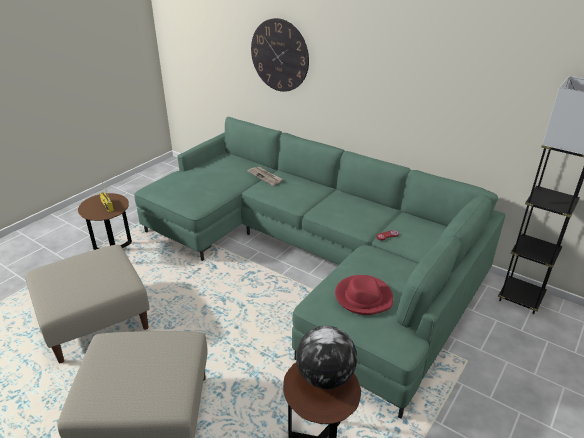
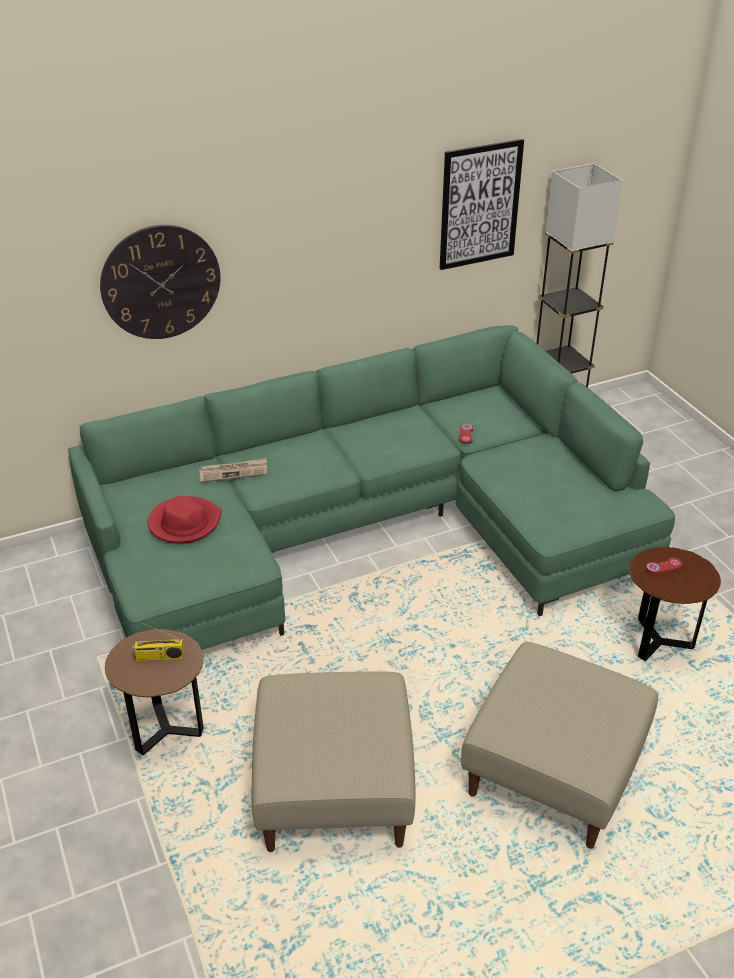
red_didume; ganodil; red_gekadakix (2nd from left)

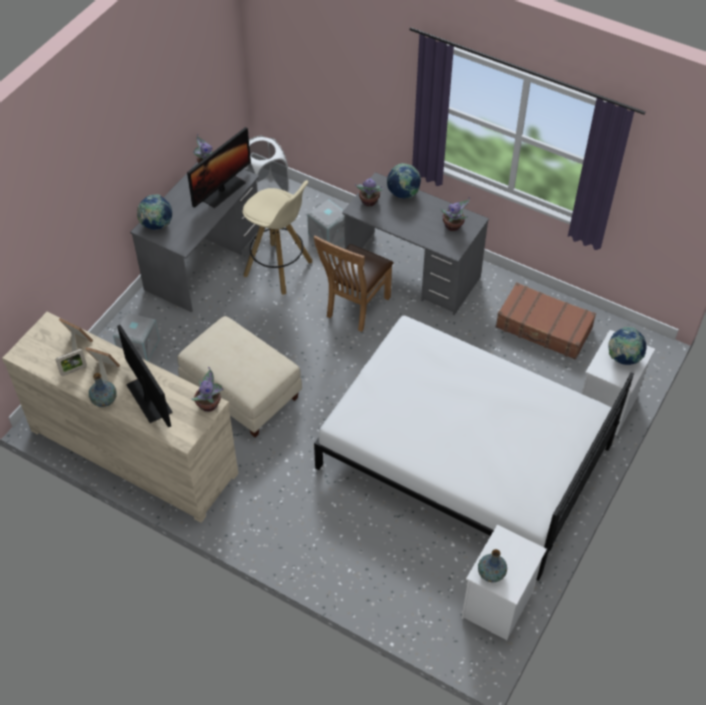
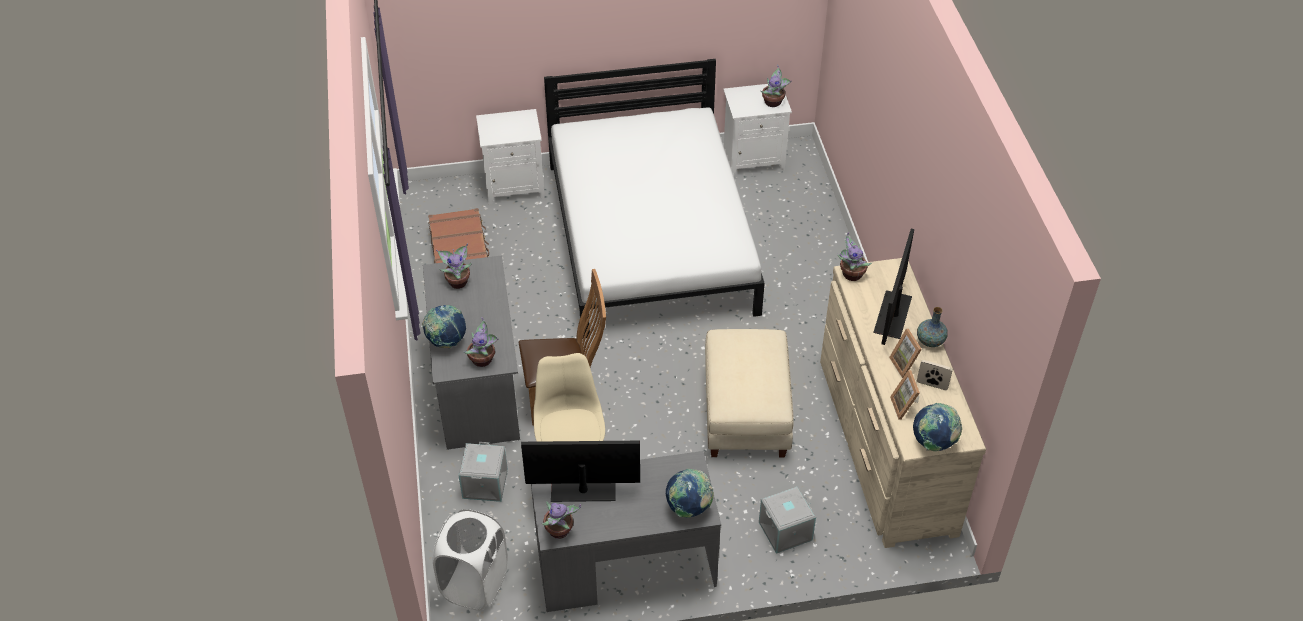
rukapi (4th from left); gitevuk (3rd from left)

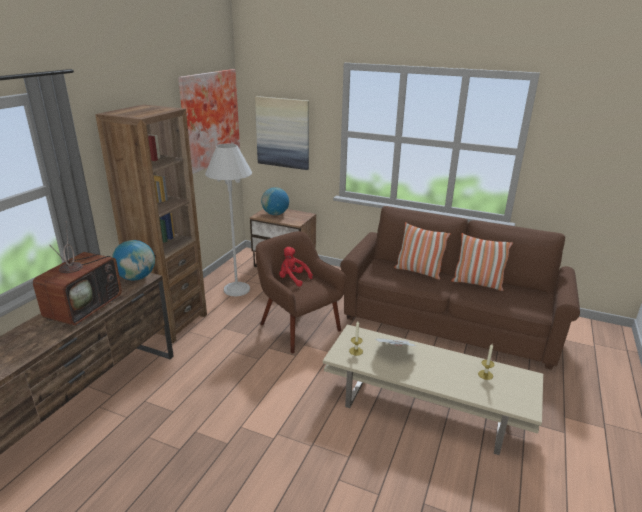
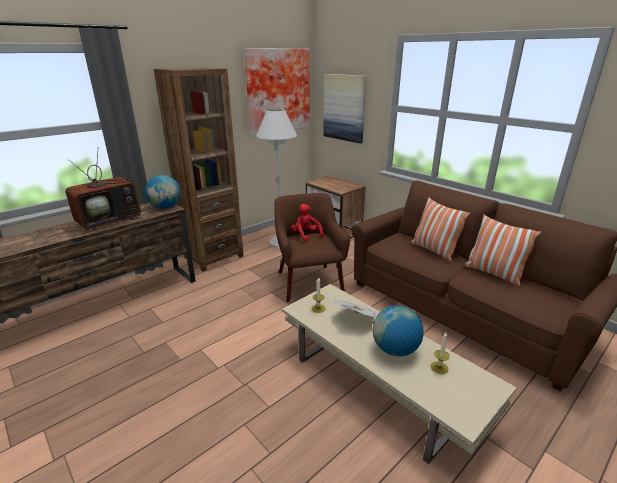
gitevuk (2nd from left)

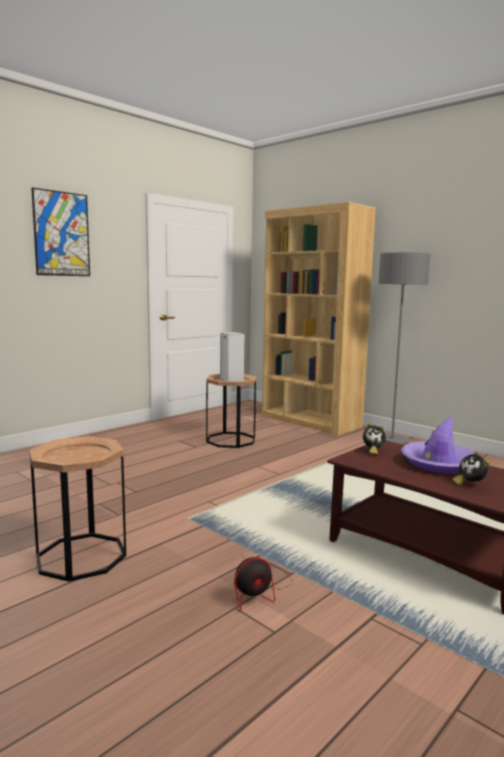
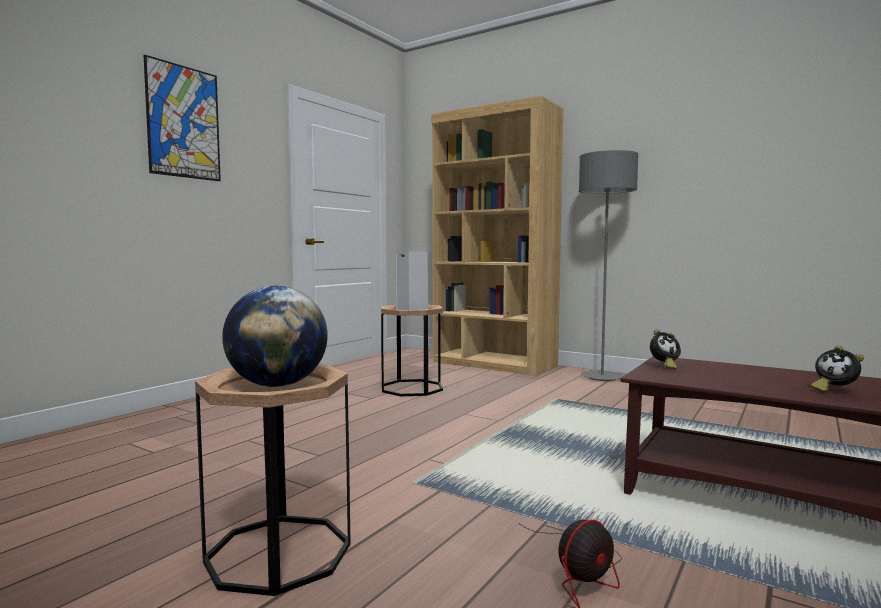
gitevuk; purple_didume

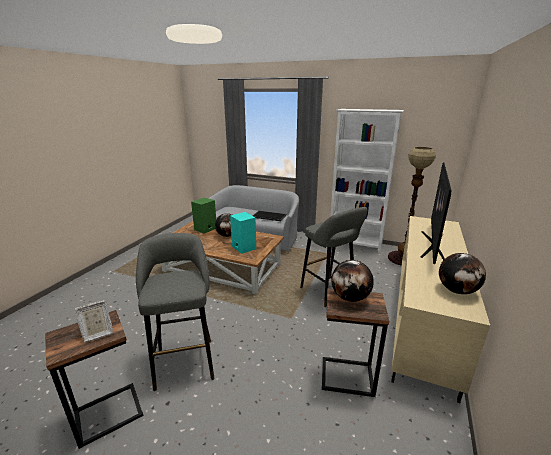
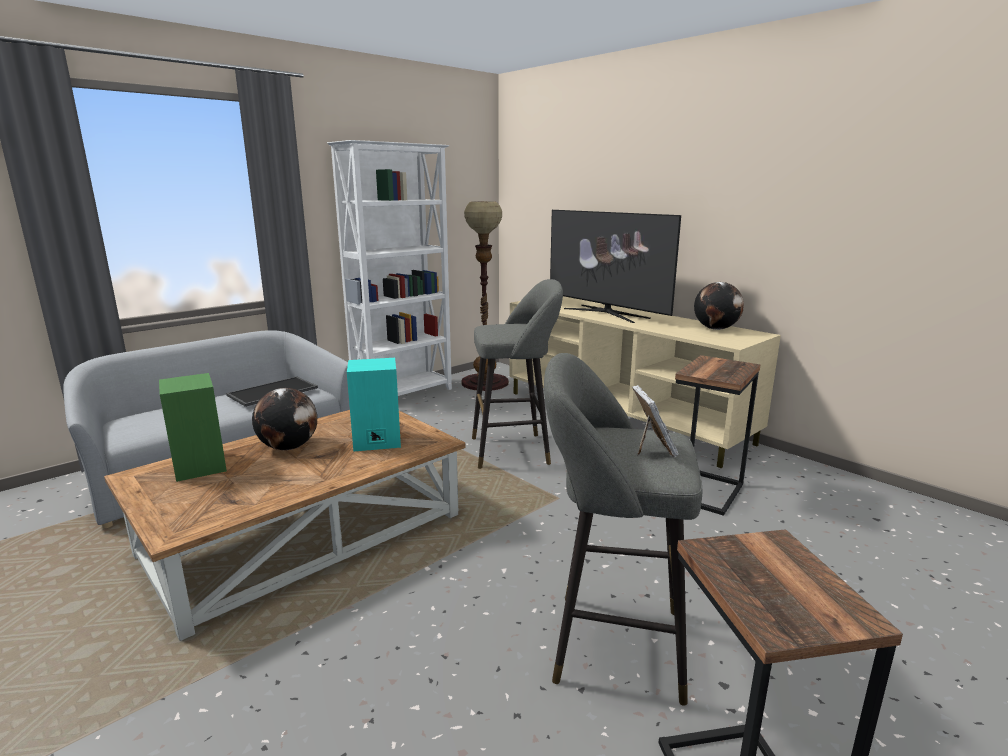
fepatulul; gitevuk (2nd from left in the first image)

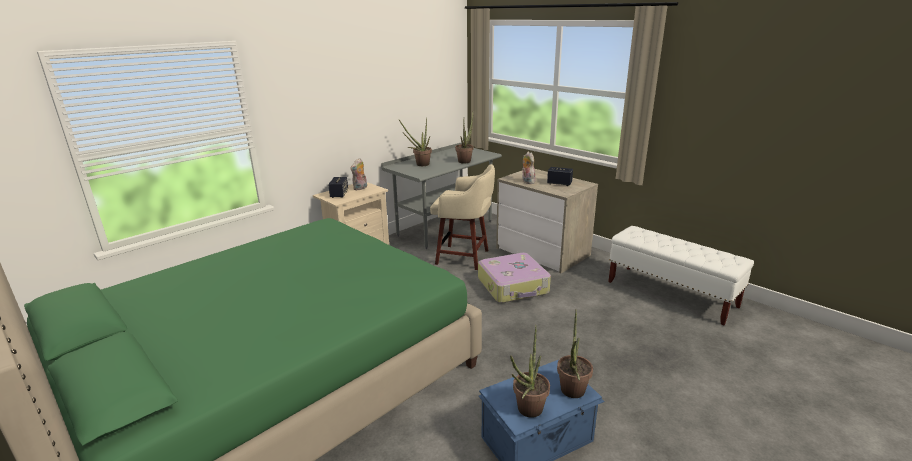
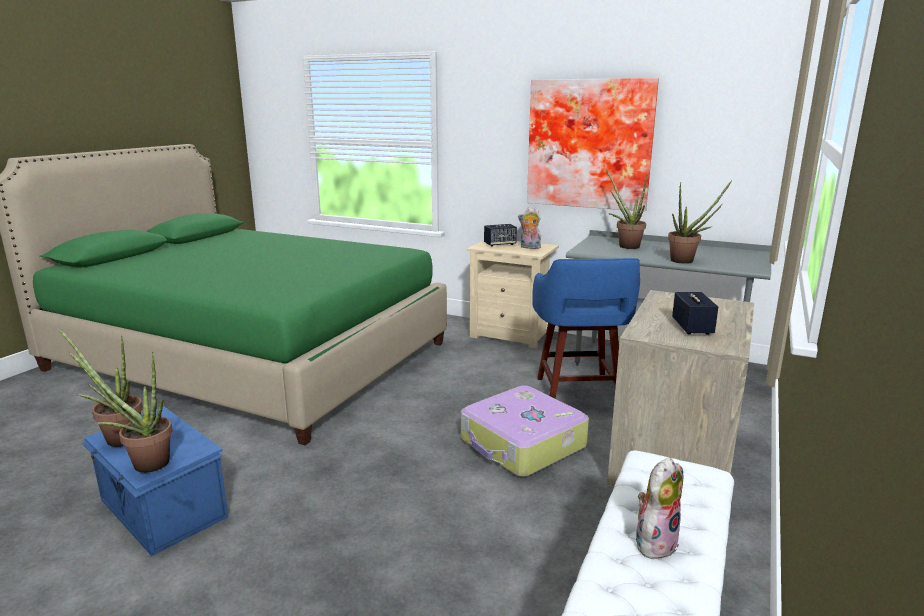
ganodil; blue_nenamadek; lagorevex (2nd from left)

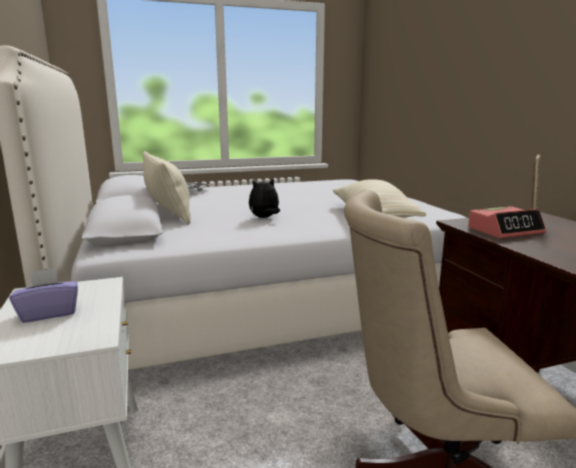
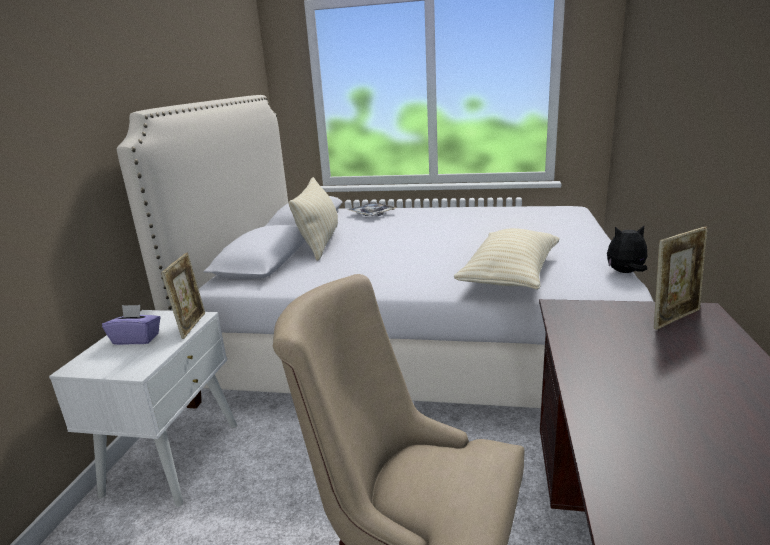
fepatulul (1st from left); lagorevex; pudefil

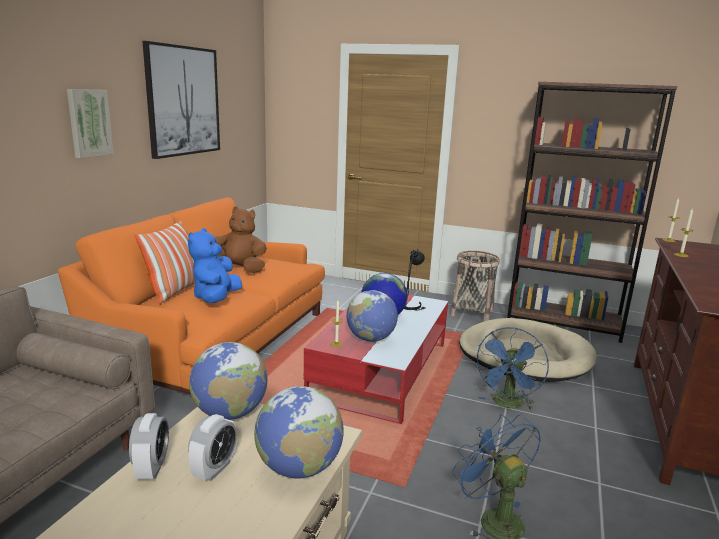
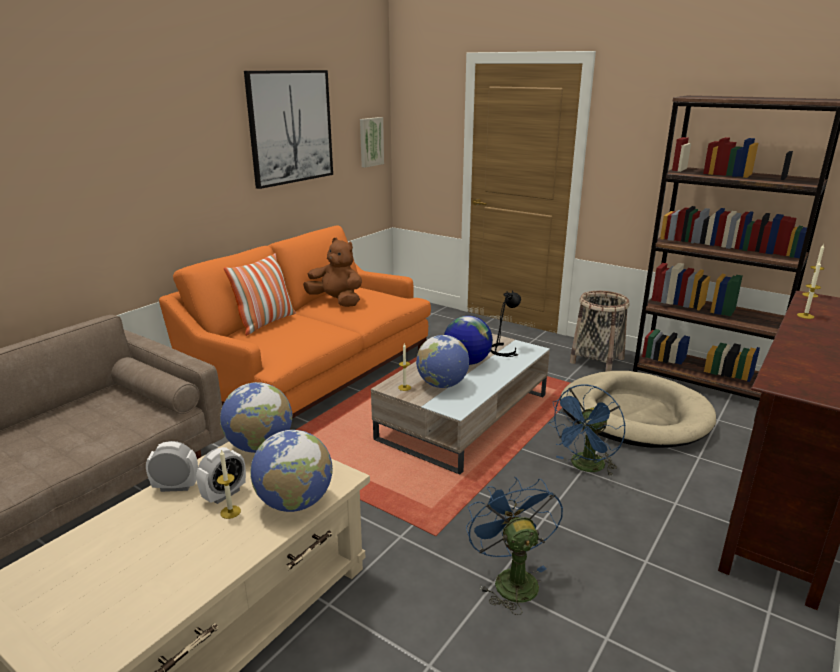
pudefil (1st from left); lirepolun (1st from left); ganodil (2nd from left); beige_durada (2nd from left); blue_lagorevex

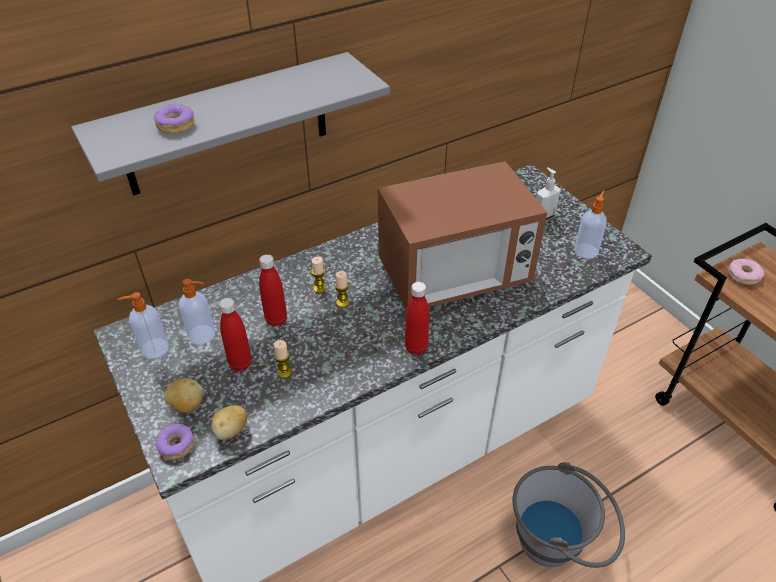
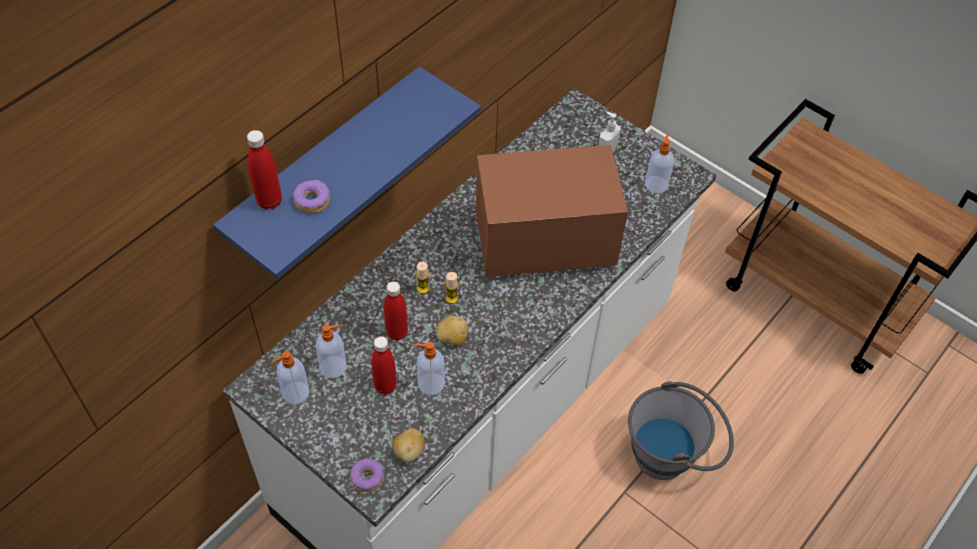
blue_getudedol; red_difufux (1st from left); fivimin (3rd from left); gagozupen (2nd from left); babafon; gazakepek (3rd from left in the first image)

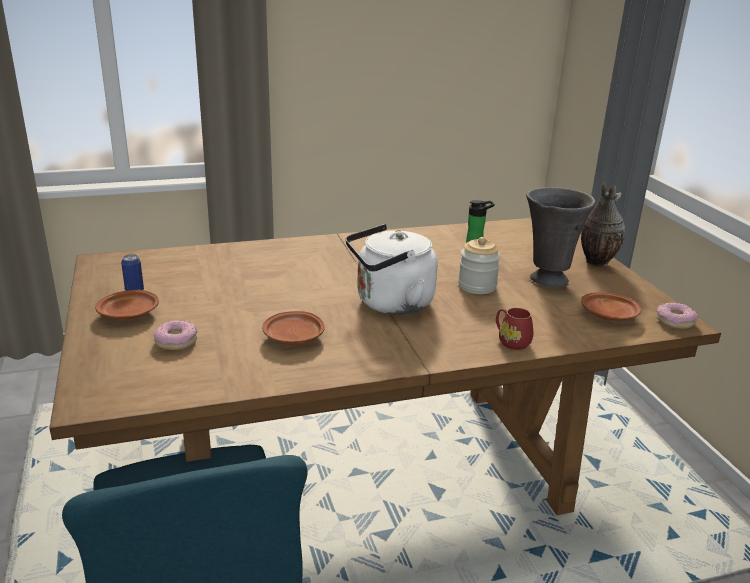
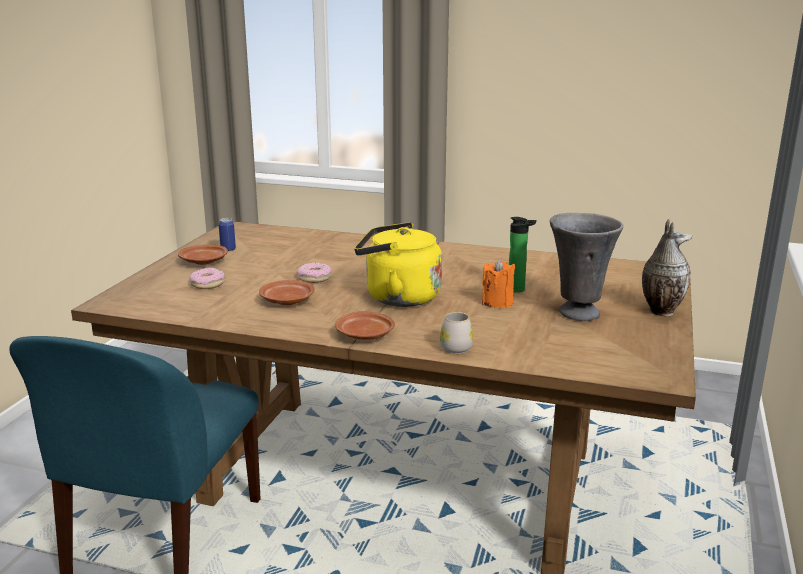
gazakepek (2nd from left); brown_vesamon (3rd from left); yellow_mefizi; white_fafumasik; orange_lirepolun

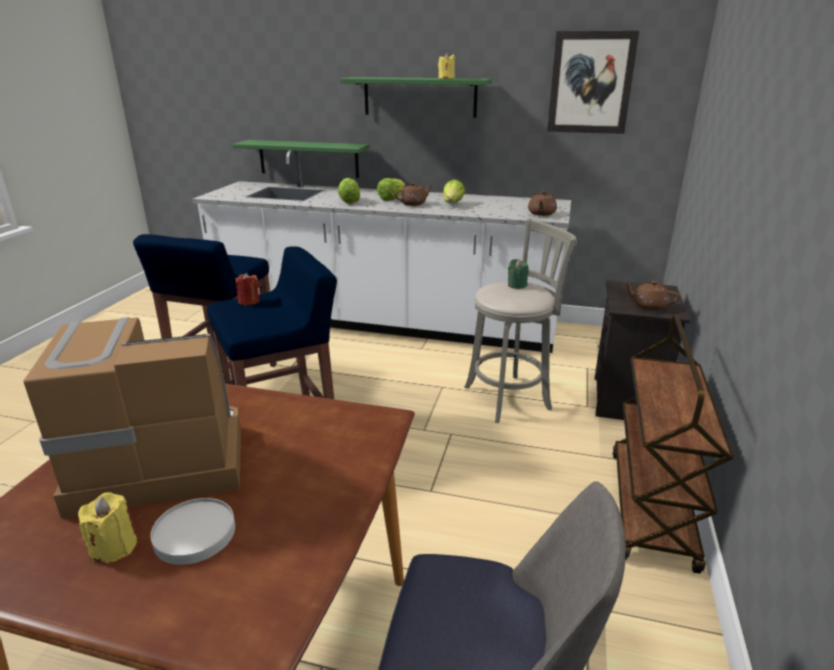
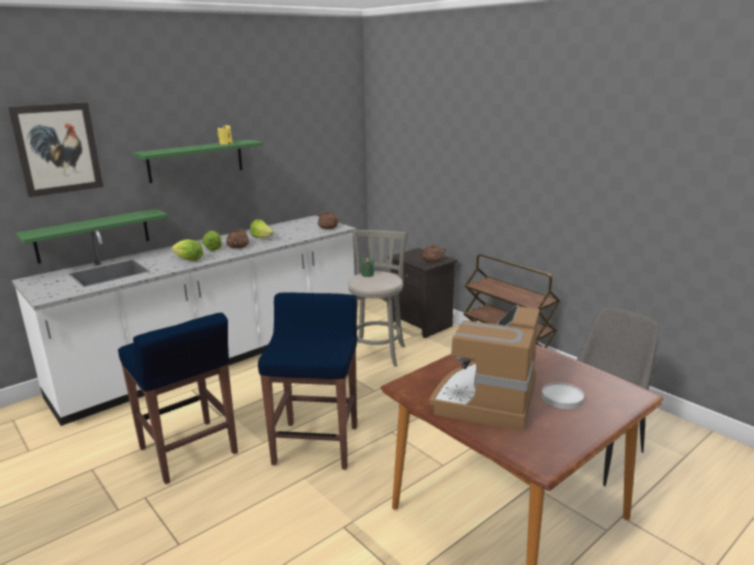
ganodil; yellow_lirepolun (1st from left in the first image); red_lirepolun

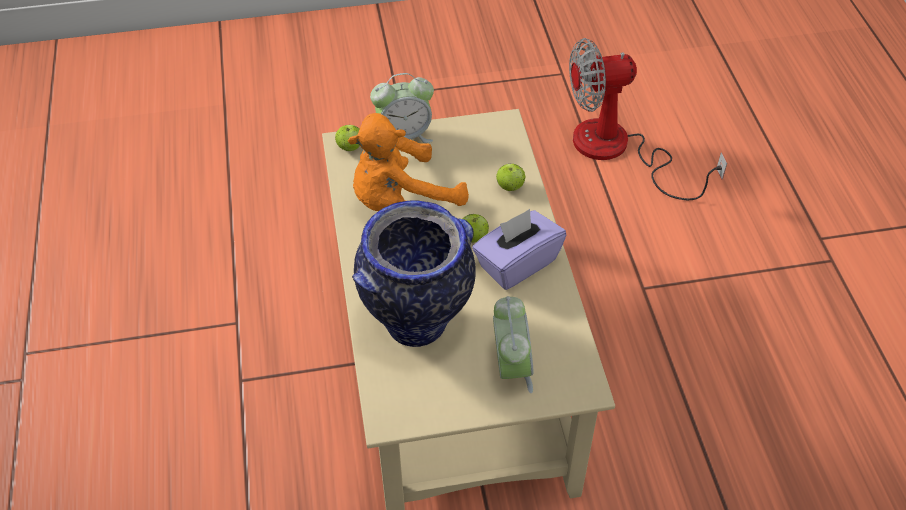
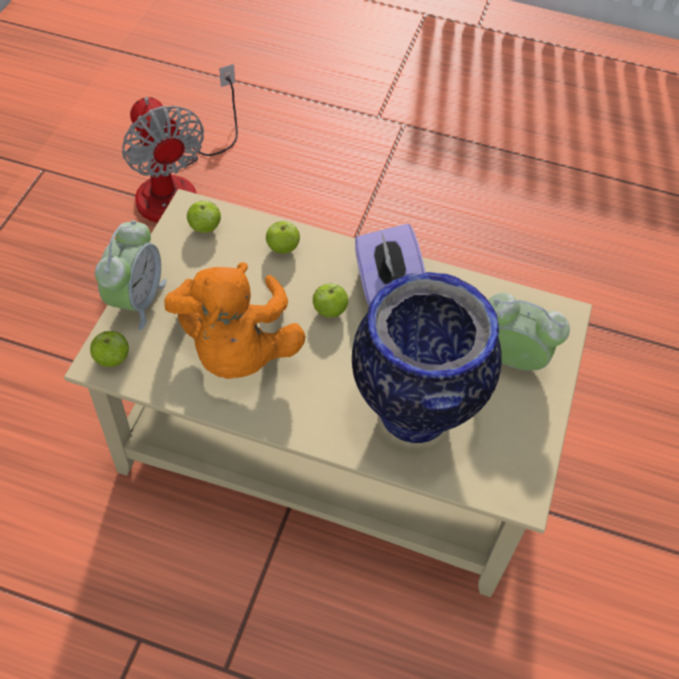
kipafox; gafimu (2nd from left)

